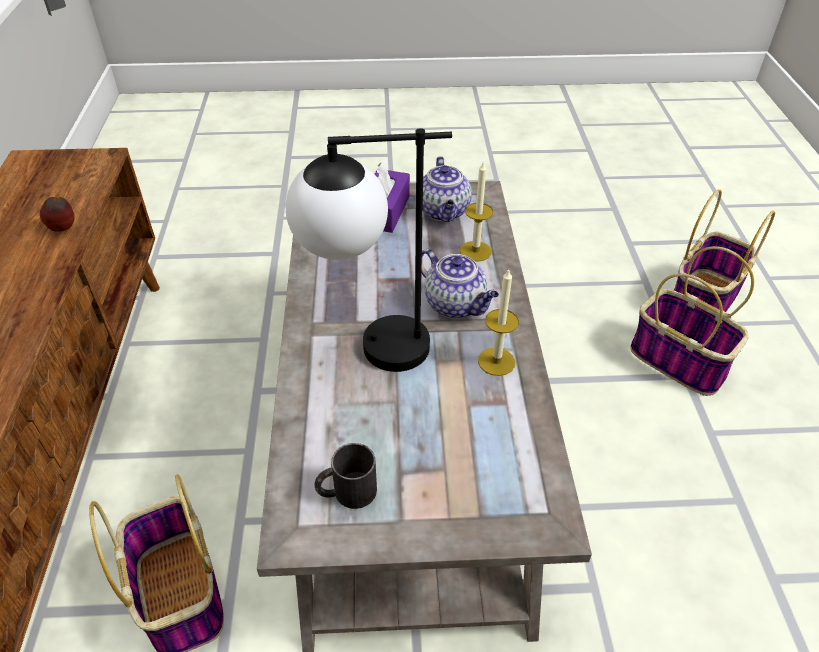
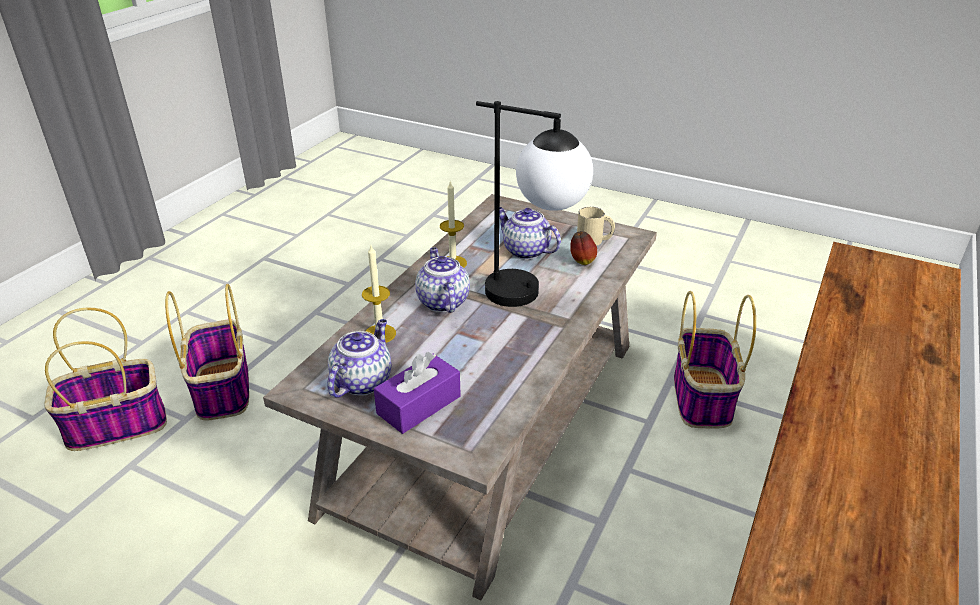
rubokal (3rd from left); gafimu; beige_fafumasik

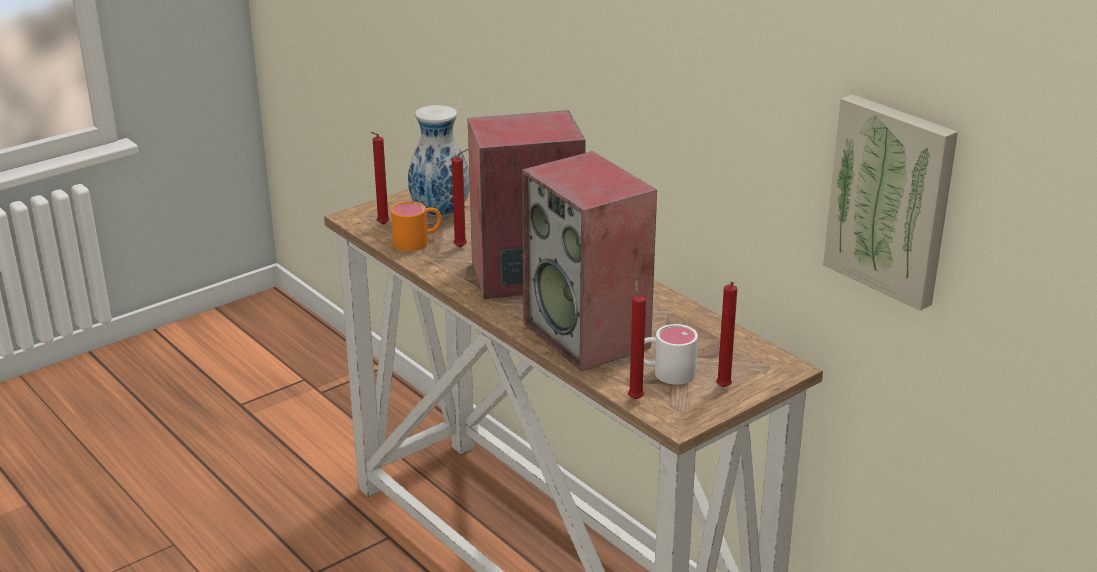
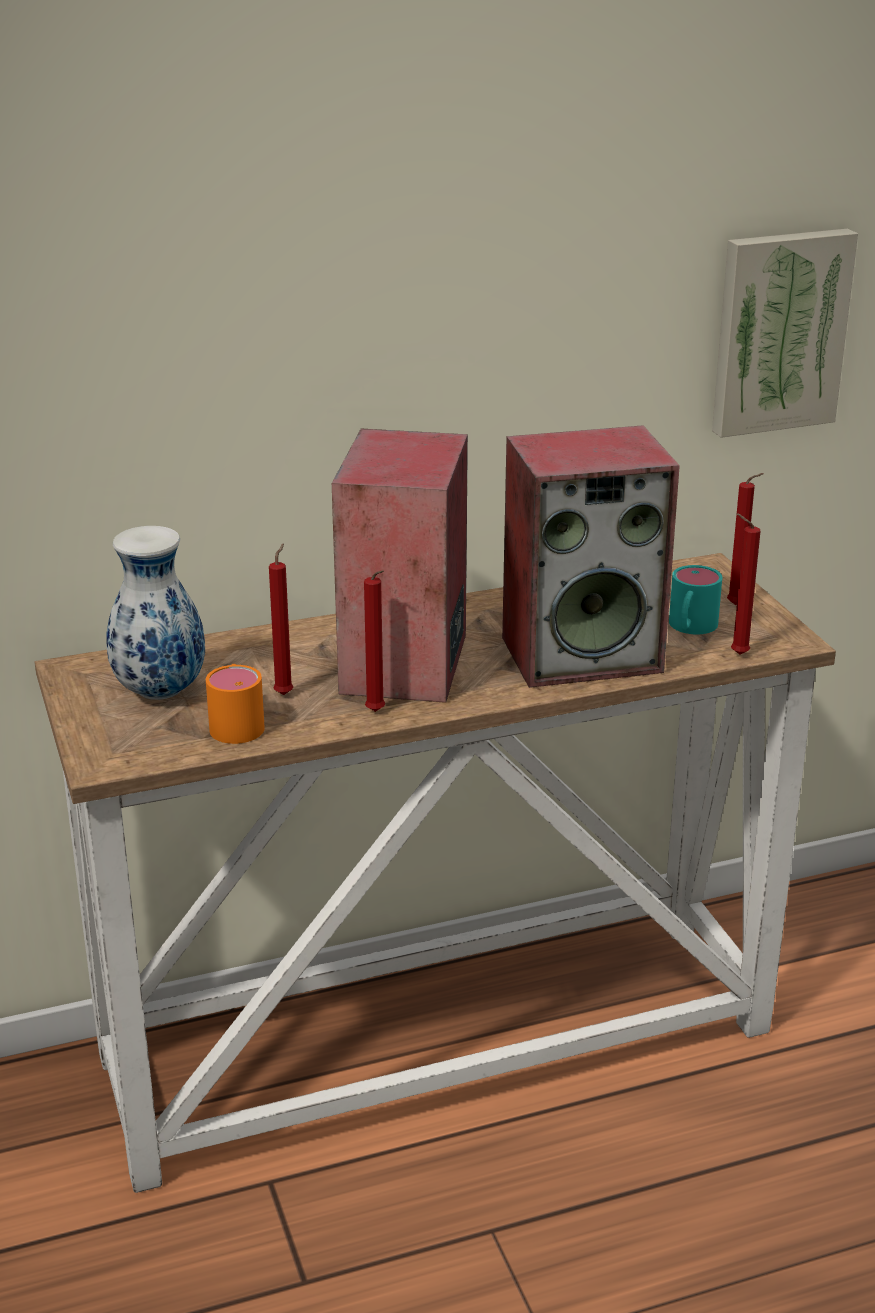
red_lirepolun (2nd from left); turquoise_fafumasik

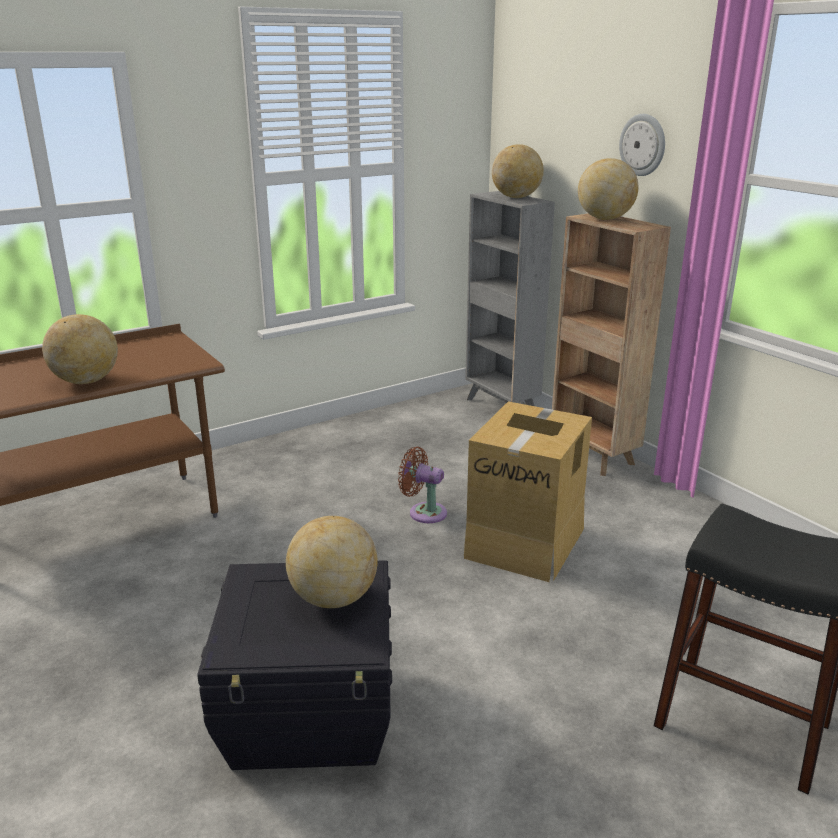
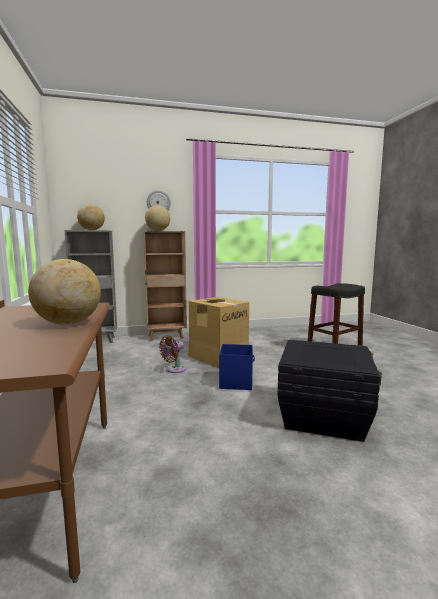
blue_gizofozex; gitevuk (2nd from left in the first image)

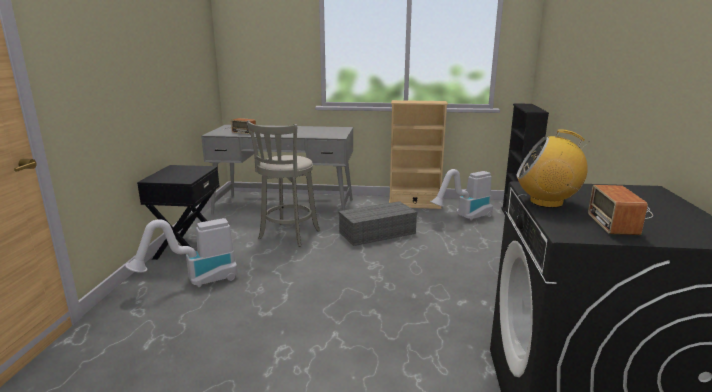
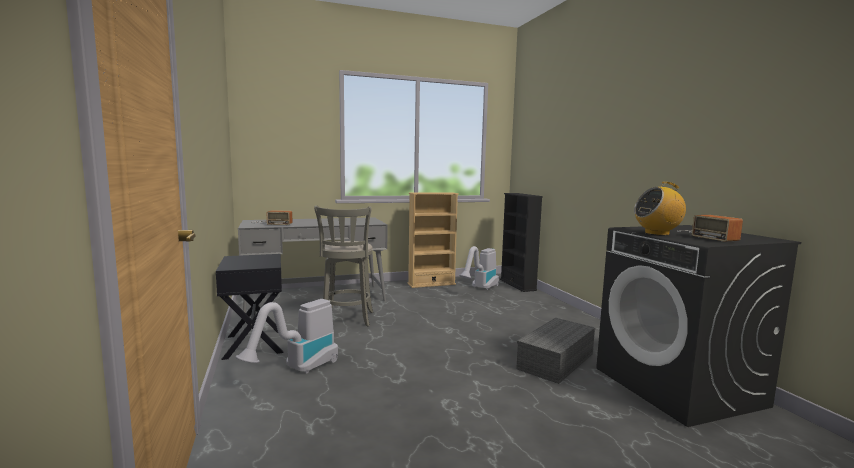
grey_gizofozex

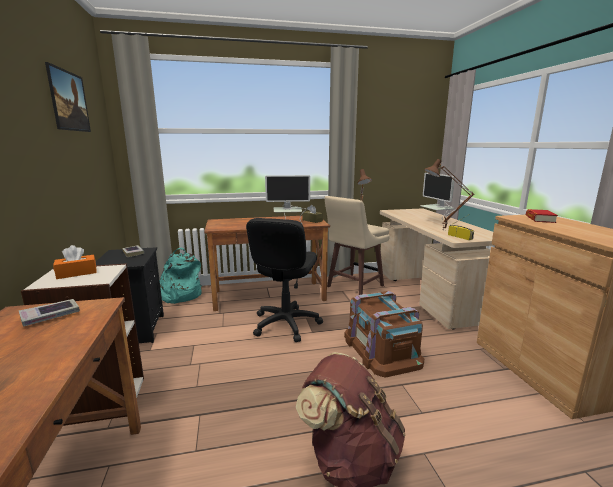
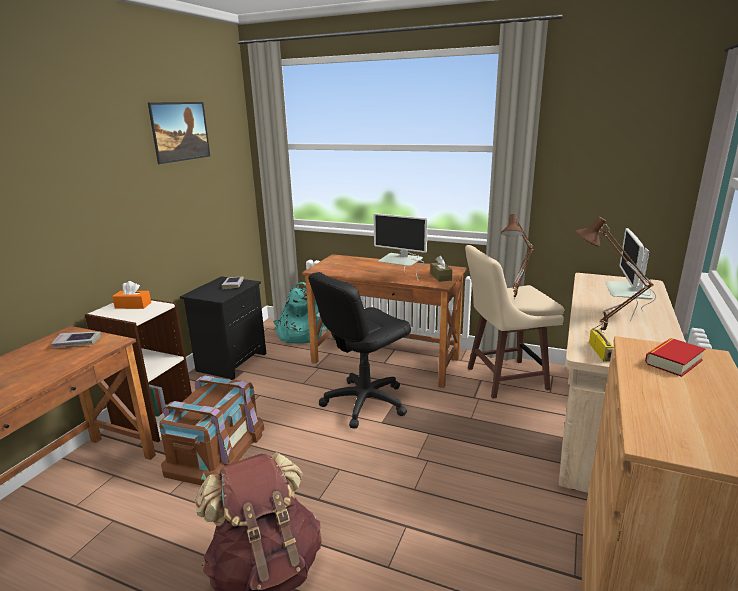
brown_gizofozex

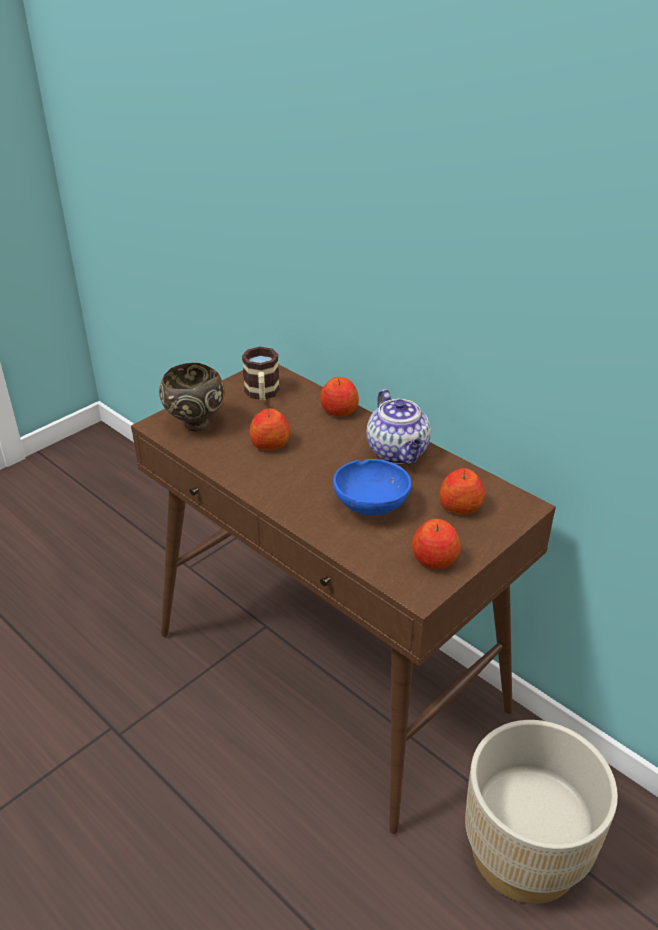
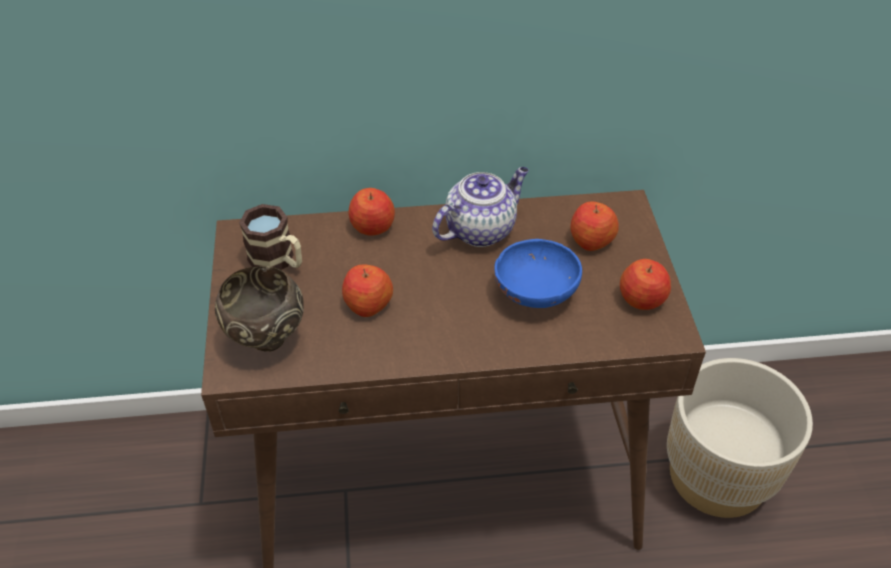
rubokal

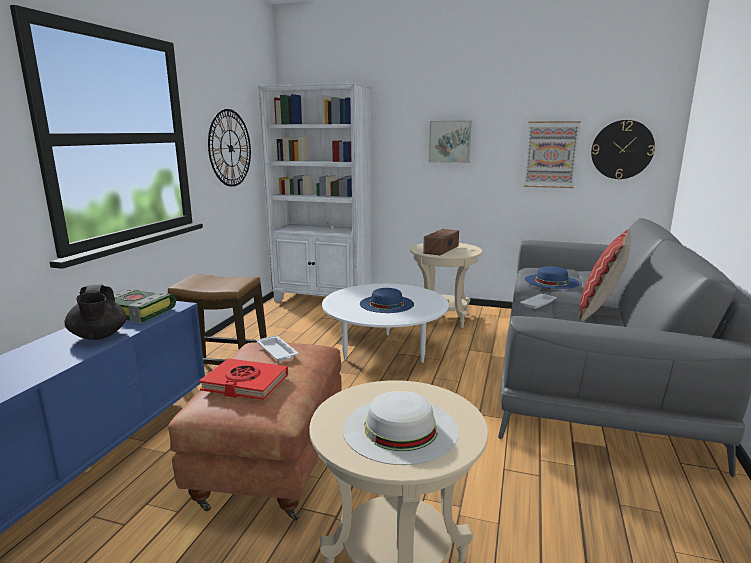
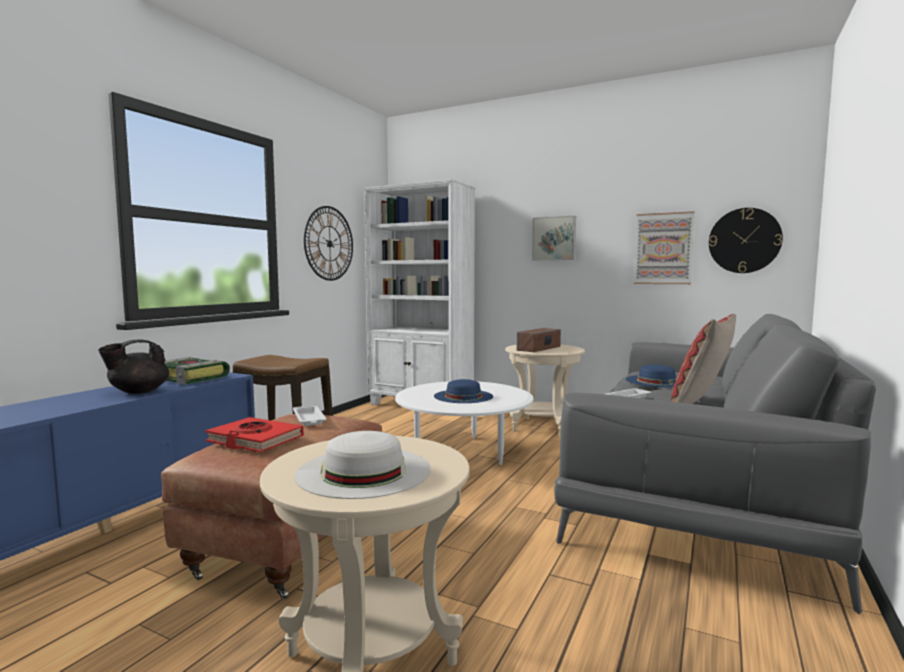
black_rubokal

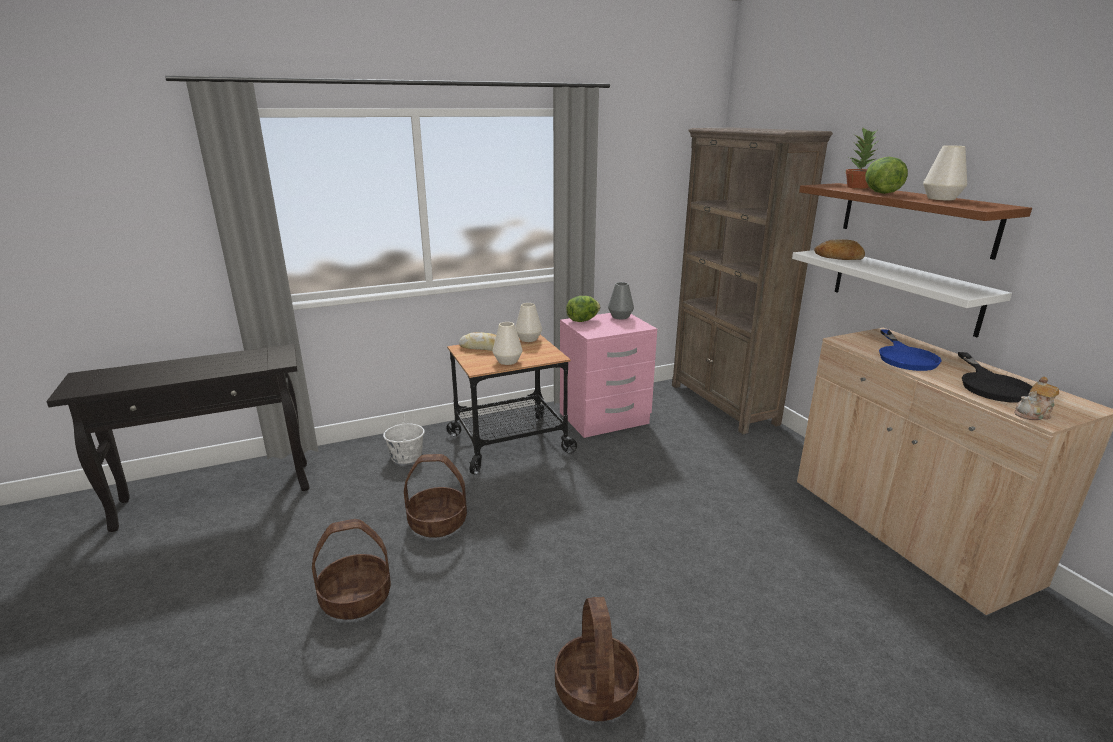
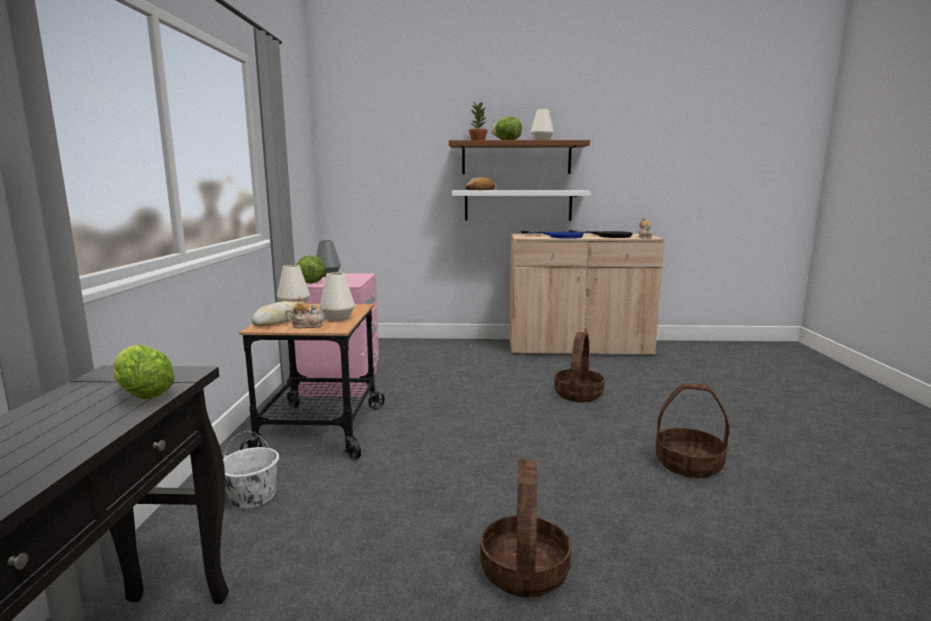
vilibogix (1st from left); rubokal (1st from left); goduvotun (2nd from left); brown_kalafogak

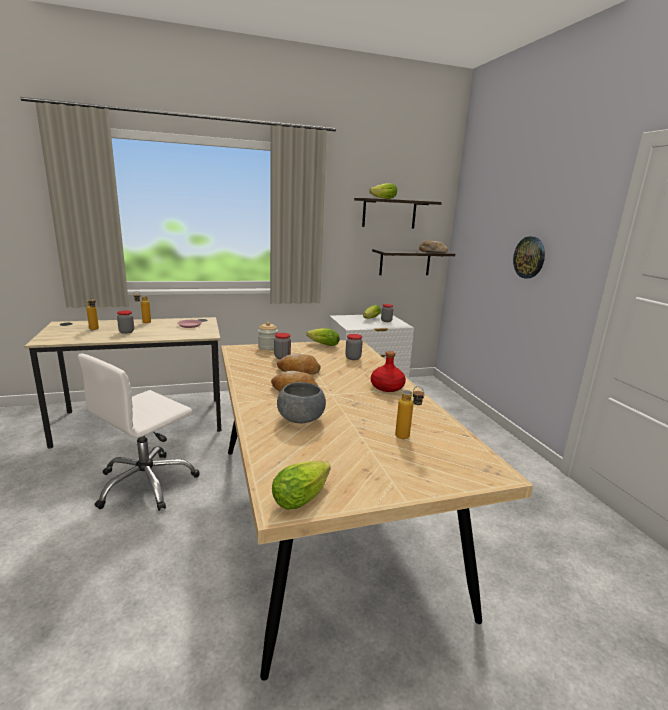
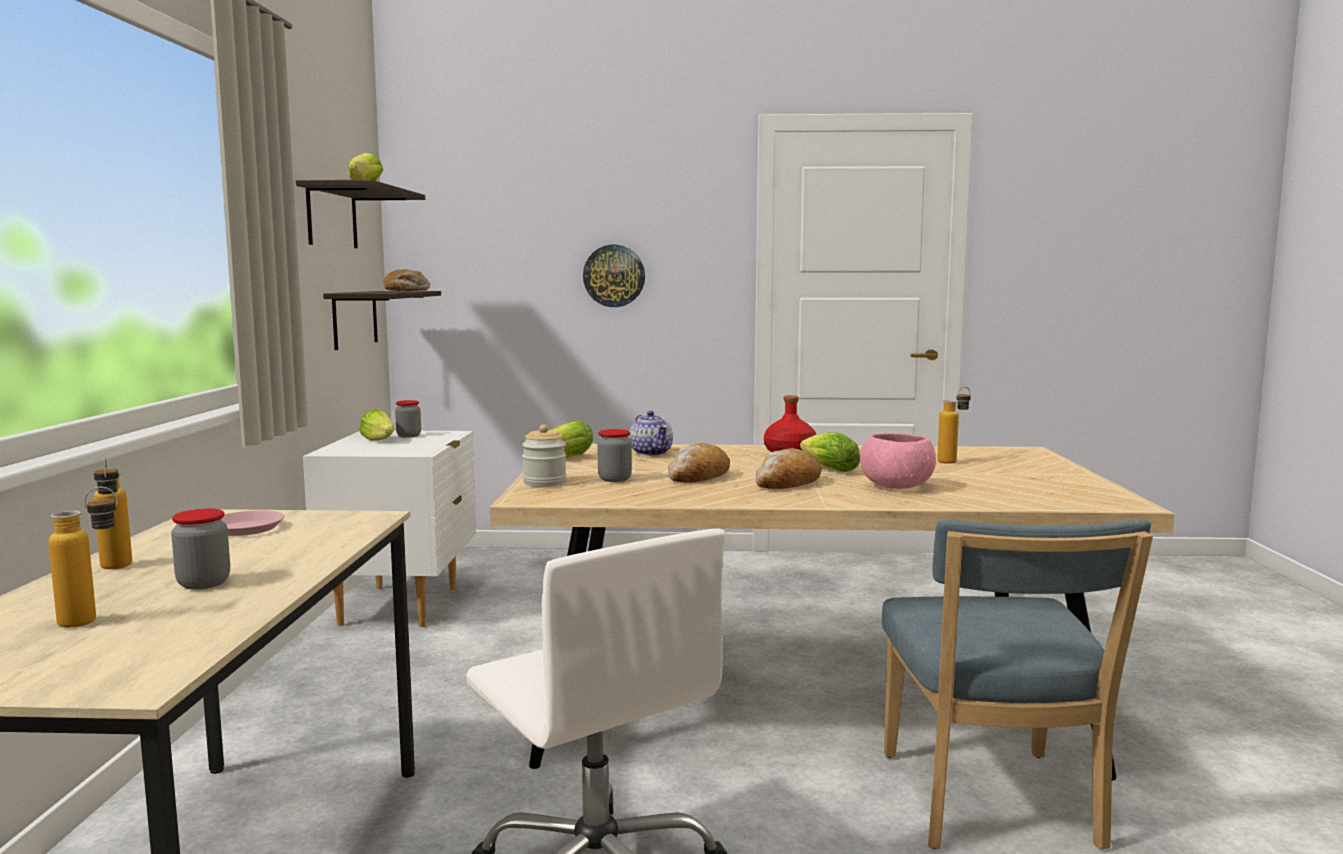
rubokal; vilibogix (4th from left); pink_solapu; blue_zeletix

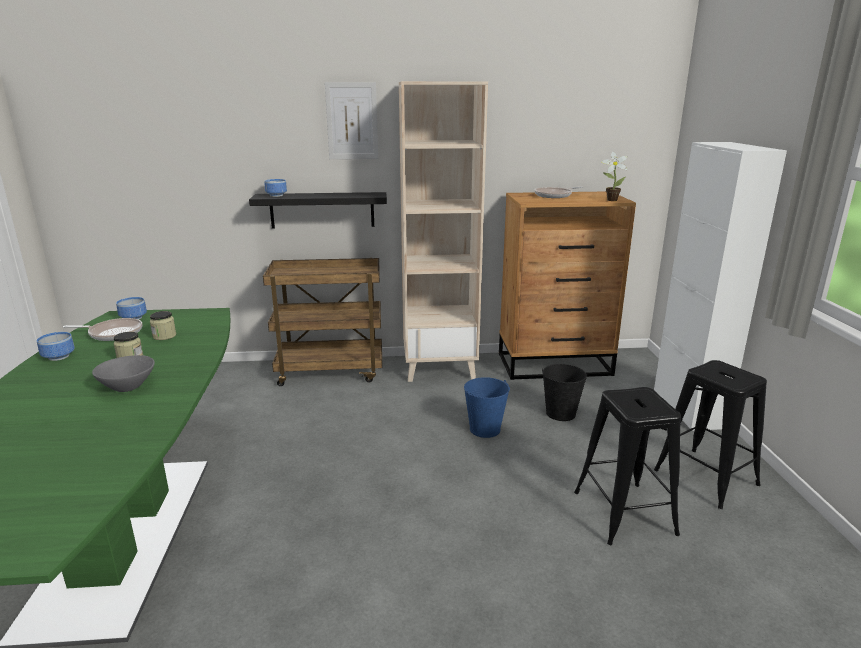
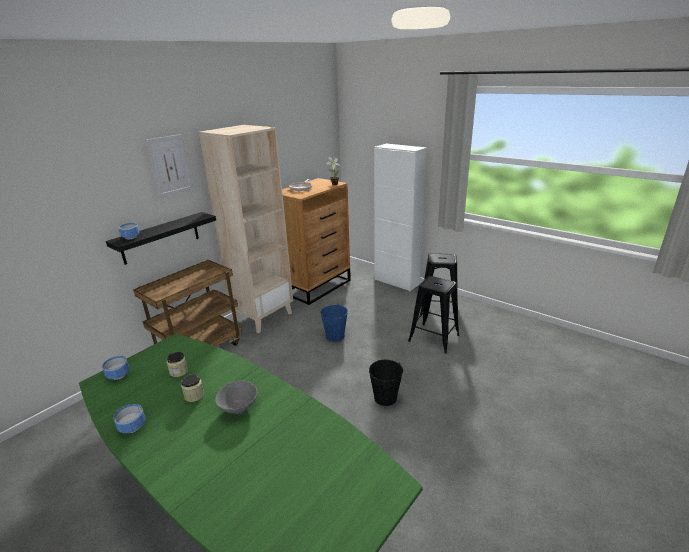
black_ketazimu; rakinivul (1st from left in the first image)

